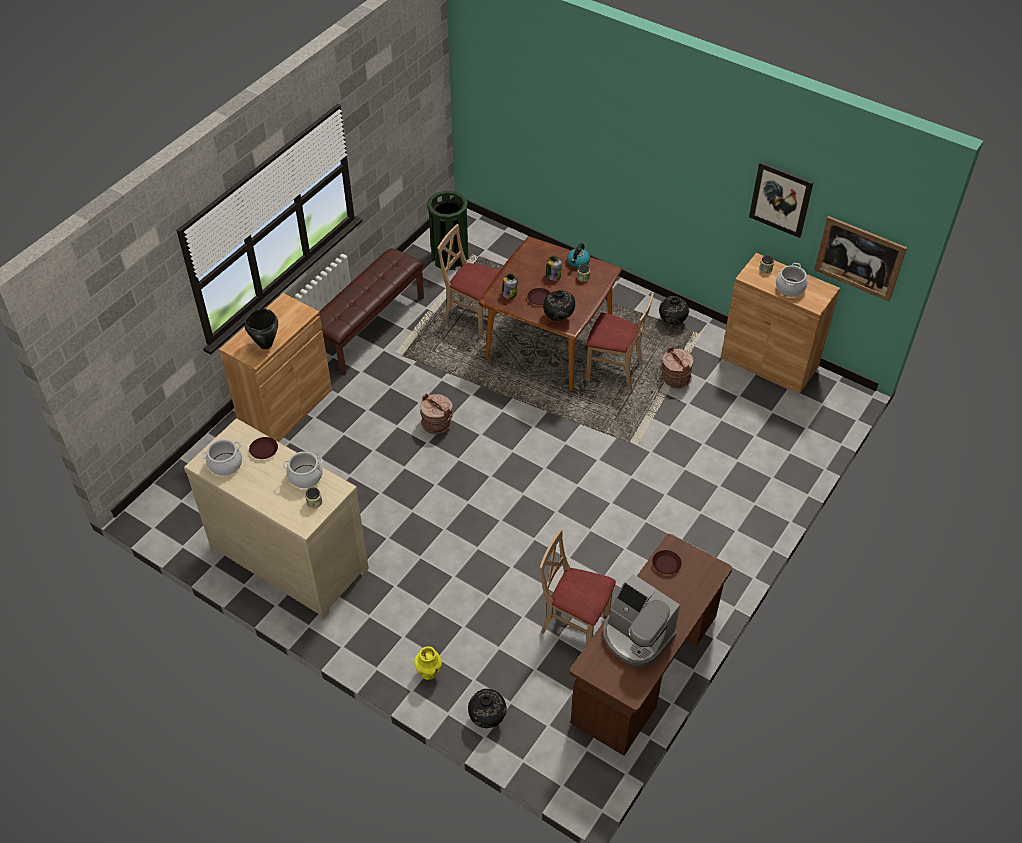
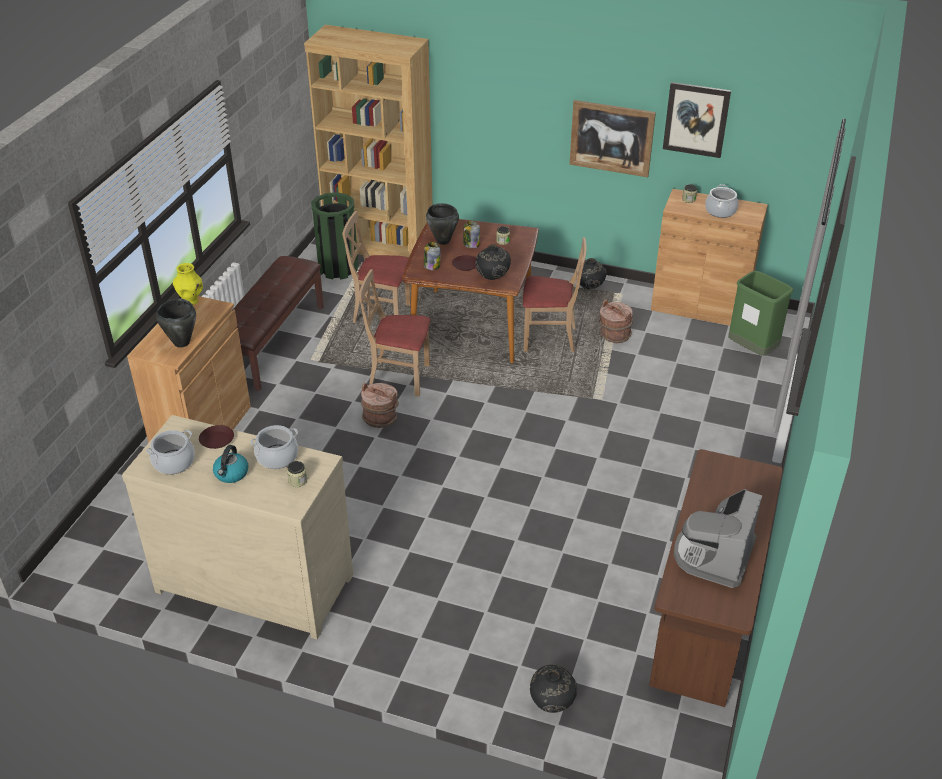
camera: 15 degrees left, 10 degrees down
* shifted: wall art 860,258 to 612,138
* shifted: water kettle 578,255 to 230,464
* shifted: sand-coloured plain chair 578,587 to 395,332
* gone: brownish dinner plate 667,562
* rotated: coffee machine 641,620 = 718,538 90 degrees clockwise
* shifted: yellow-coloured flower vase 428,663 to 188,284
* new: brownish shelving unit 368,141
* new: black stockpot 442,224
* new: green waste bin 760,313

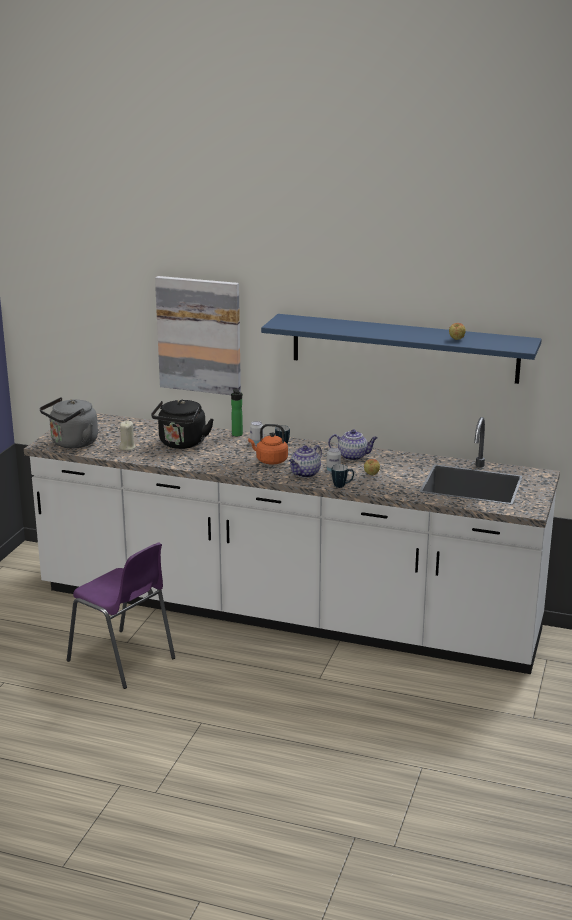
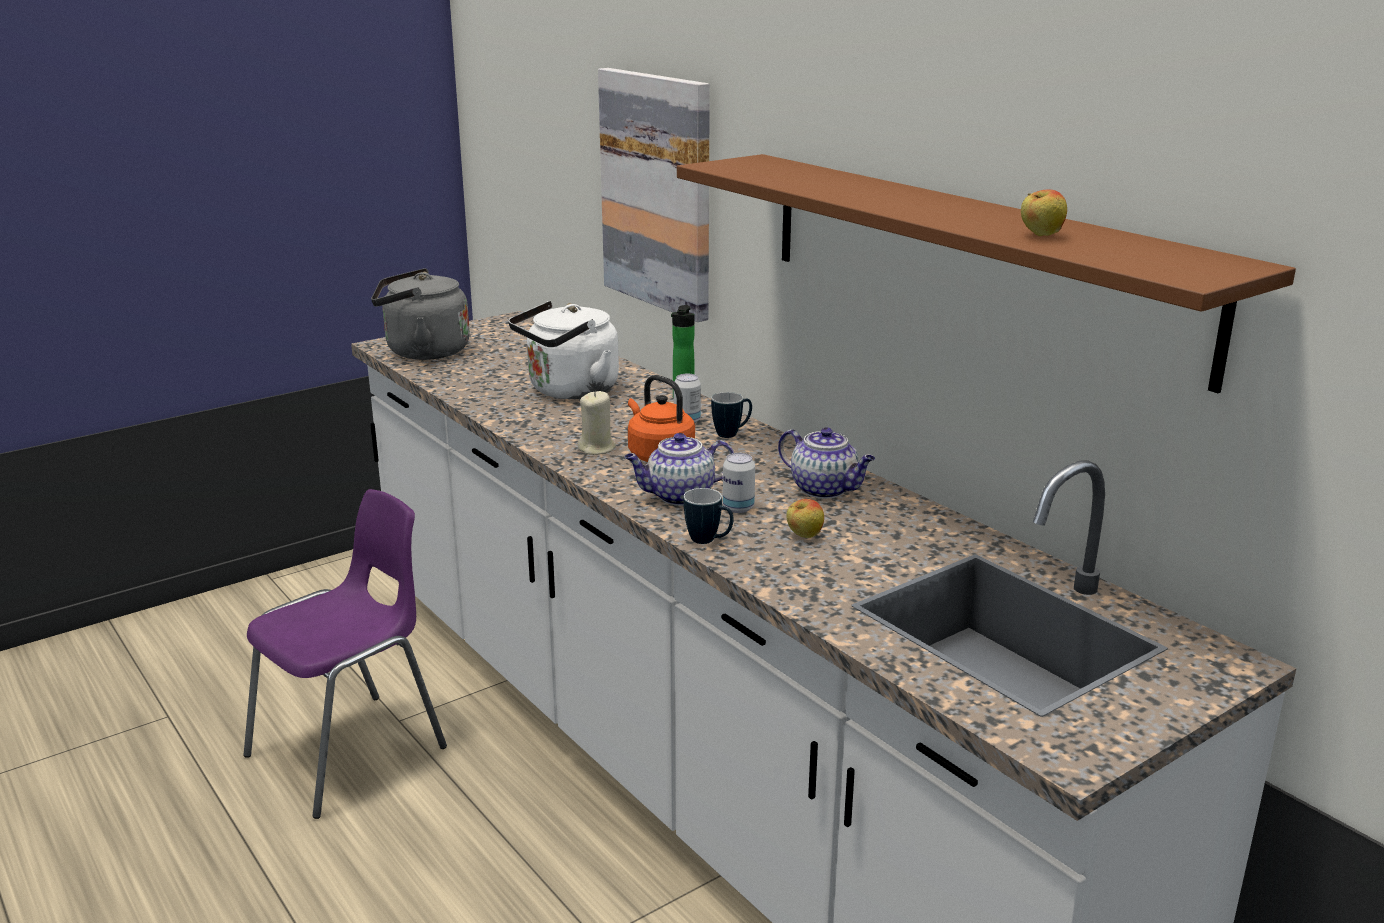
camera: 35 degrees right, 0 degrees up
* repainted: bluish shelf 401,349 to brownish shelf 986,273
* repainted: black water kettle 182,424 to whitish water kettle 563,350
* shifted: sand-coloured wax candle 127,436 to 597,423
* rotated: purple-coloured plain chair 121,616 = 345,654 120 degrees counterclockwise

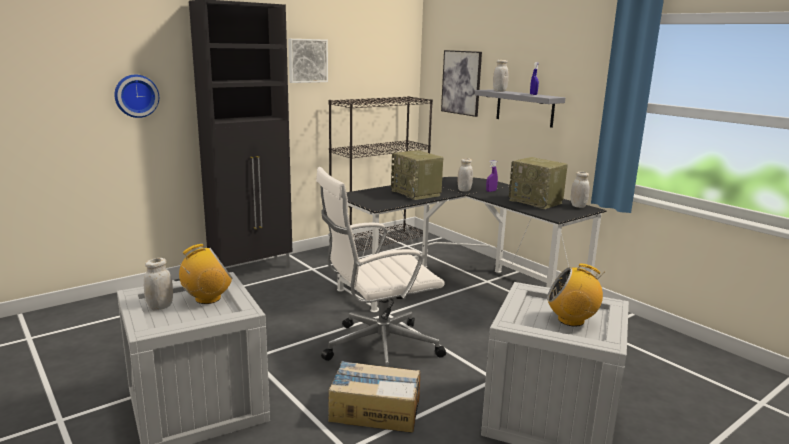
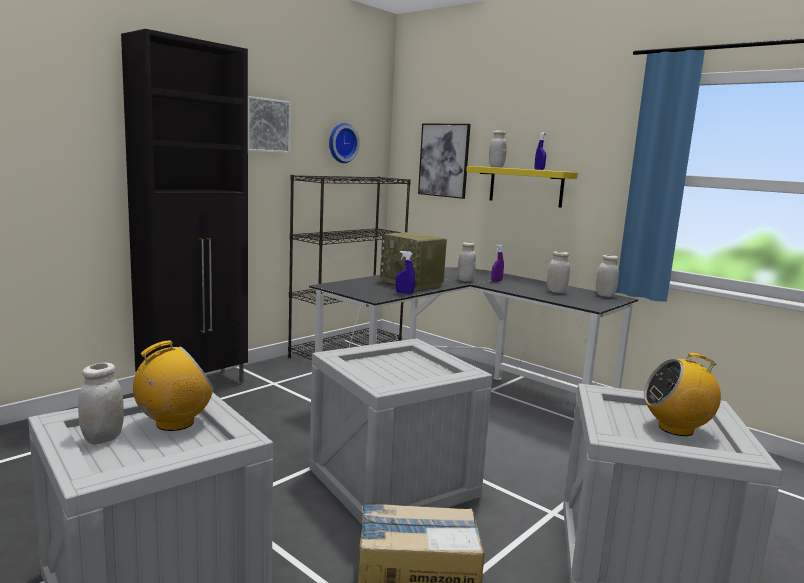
camera: 10 degrees left, 5 degrees down
* shifted: wall clock 136,96 to 344,143
* repainted: gray shelf 520,108 to yellow-coloured shelf 522,187
* swapped: radio 538,183 to whitish jar 558,272
* swapped: whitish desk chair 381,267 to packing crate 401,431
* new: bluish spray bottle 405,272

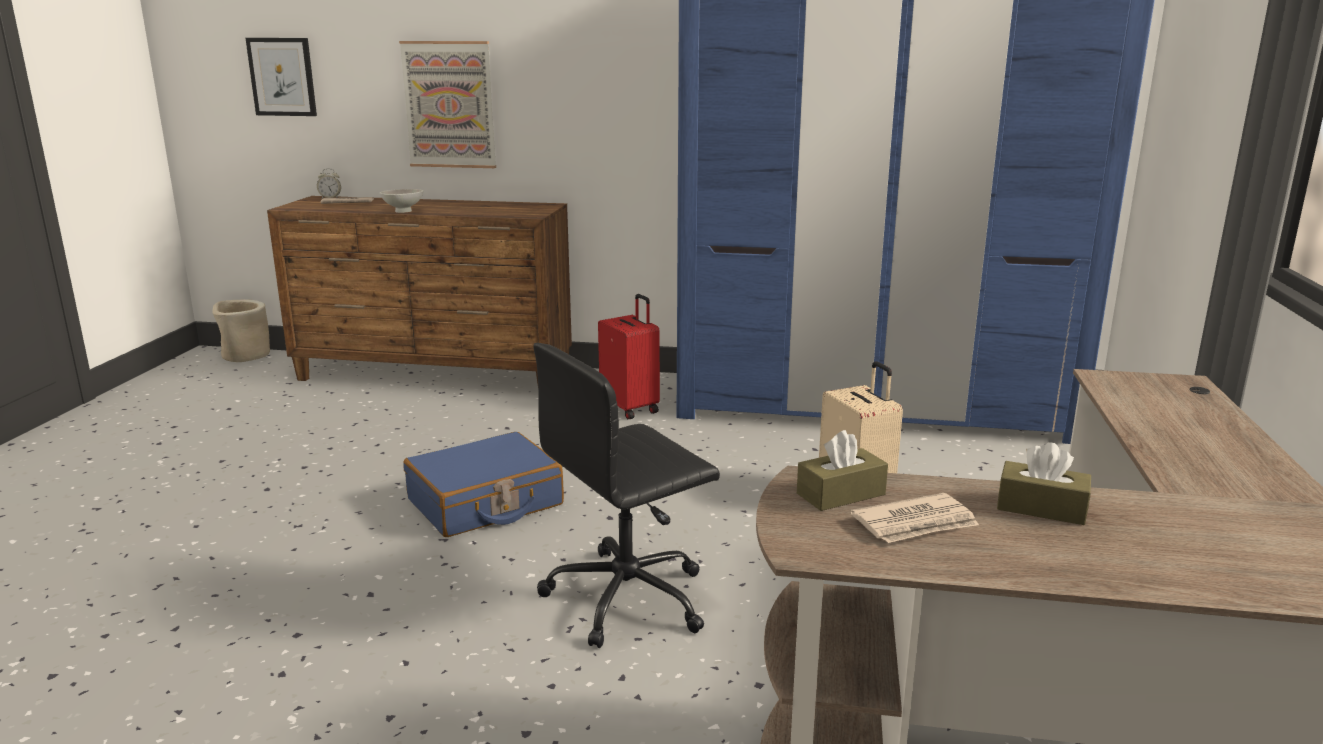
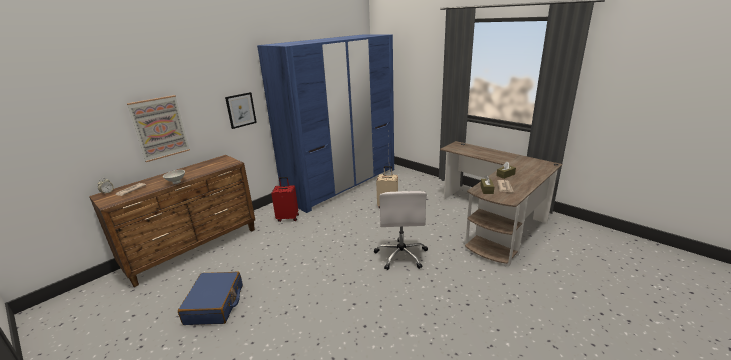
camera: 55 degrees left, 5 degrees up
* shifted: wall art 281,77 to 241,110
* gone: sand-coloured planter 241,330
* repainted: black desk chair 627,495 to whitish desk chair 401,230
* shifted: bluish travel case 483,484 to 210,298

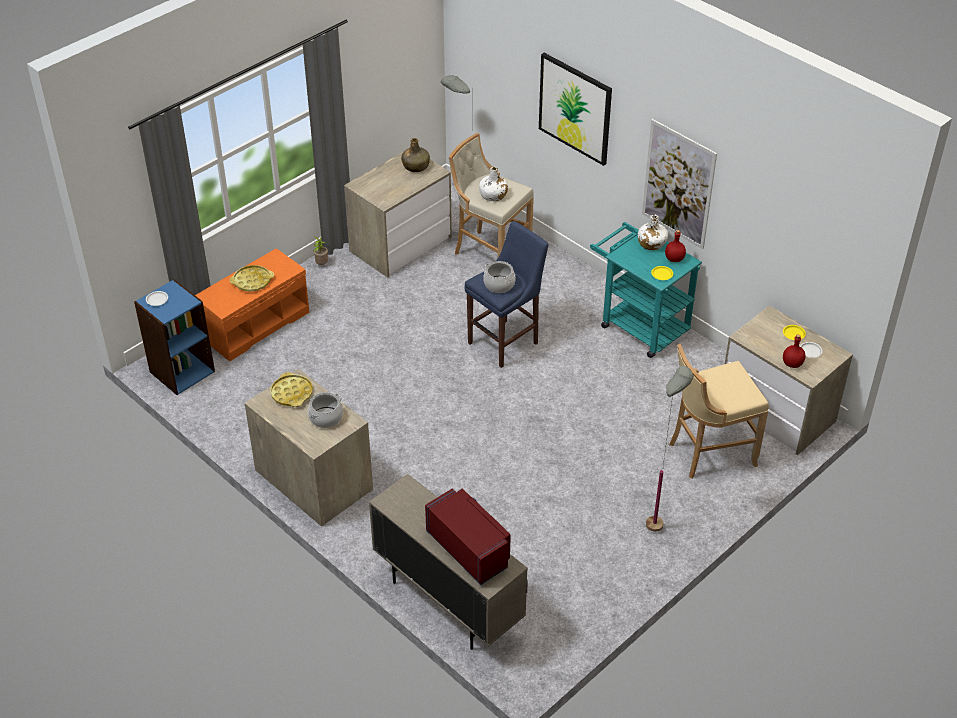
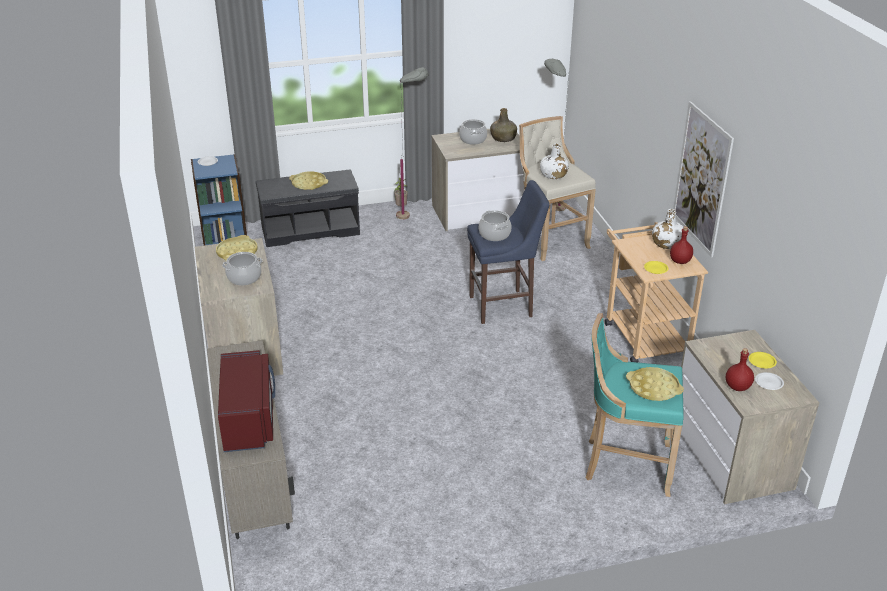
camera: 30 degrees right, 10 degrees down
* gone: wall art 575,109
* repainted: blue-green wheeled cart 646,290 to sand-coloured wheeled cart 656,292
* repainted: orangey bench 252,305 to gray bench 308,208
* repainted: sand-coloured stool seat 719,411 to blue-green stool seat 635,405
* shifted: gray floor lamp 669,448 to 412,143
* new: stockpot 473,132
* new: yellow-coloured tray 655,384

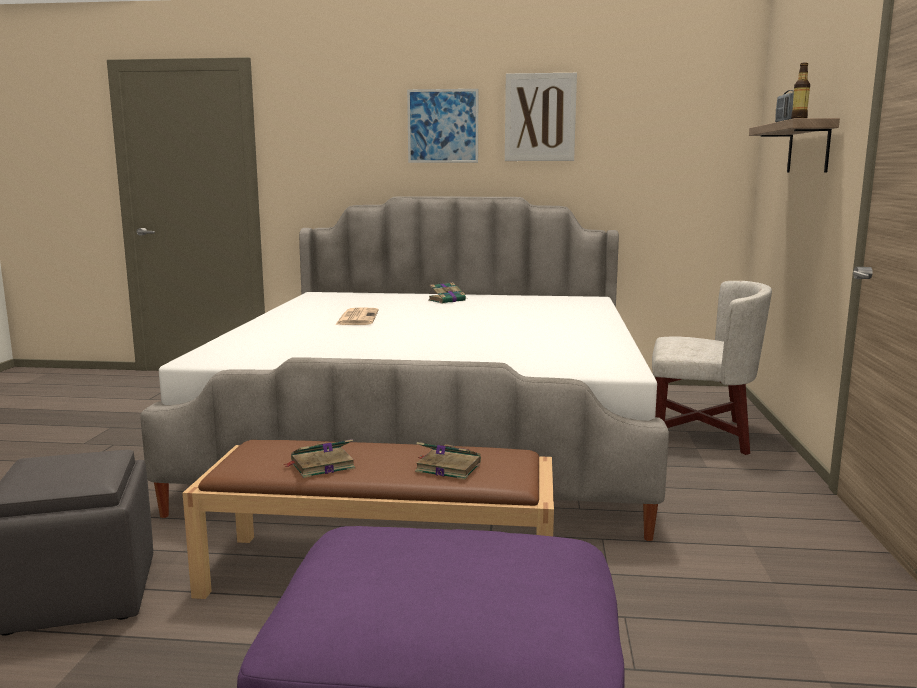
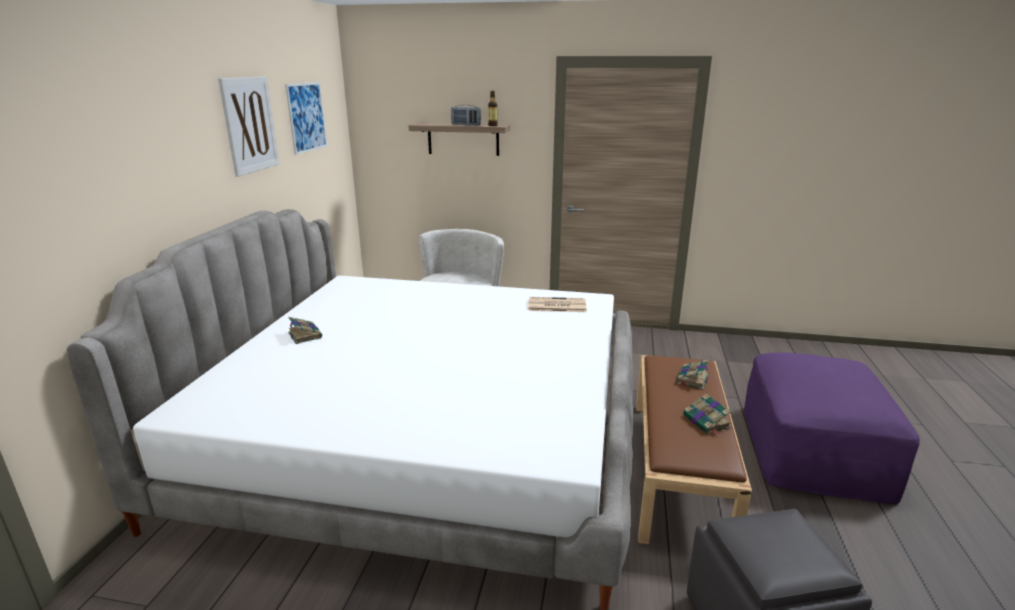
camera: 85 degrees left, 10 degrees up
* shifted: wall art 442,126 to 306,118
* shifted: printed paper 357,316 to 557,304

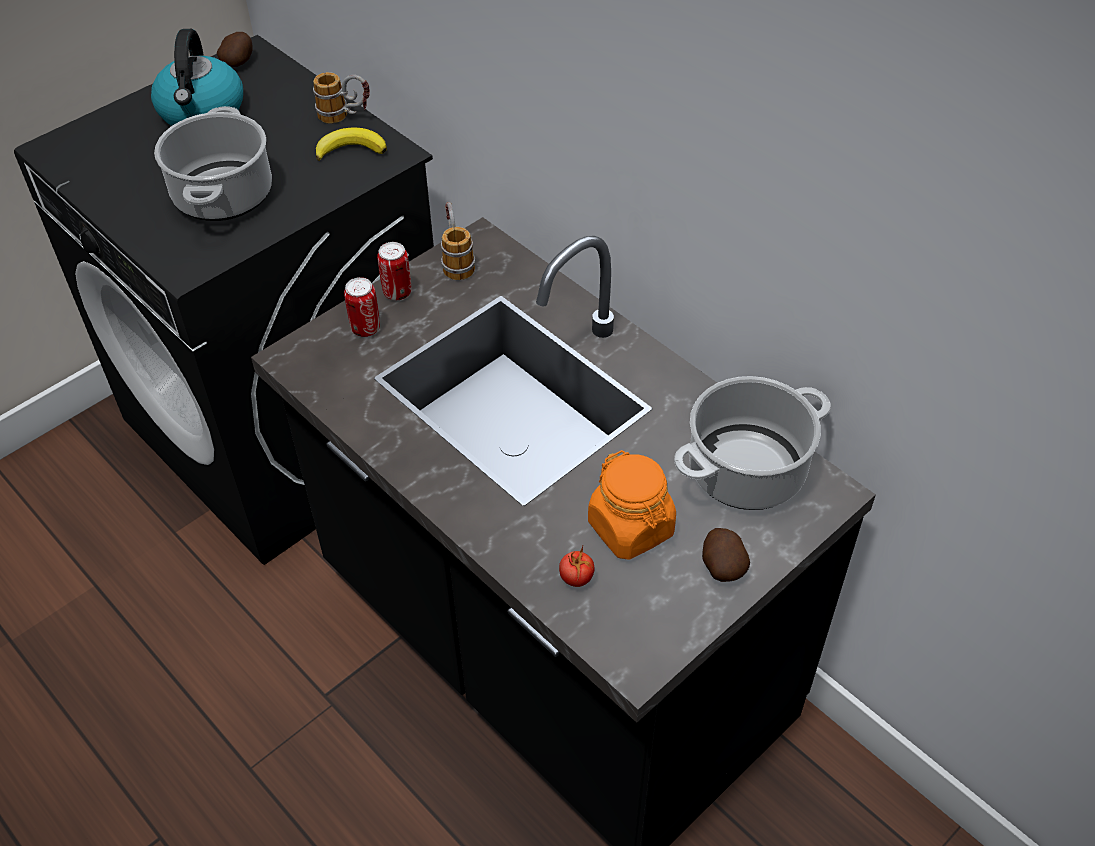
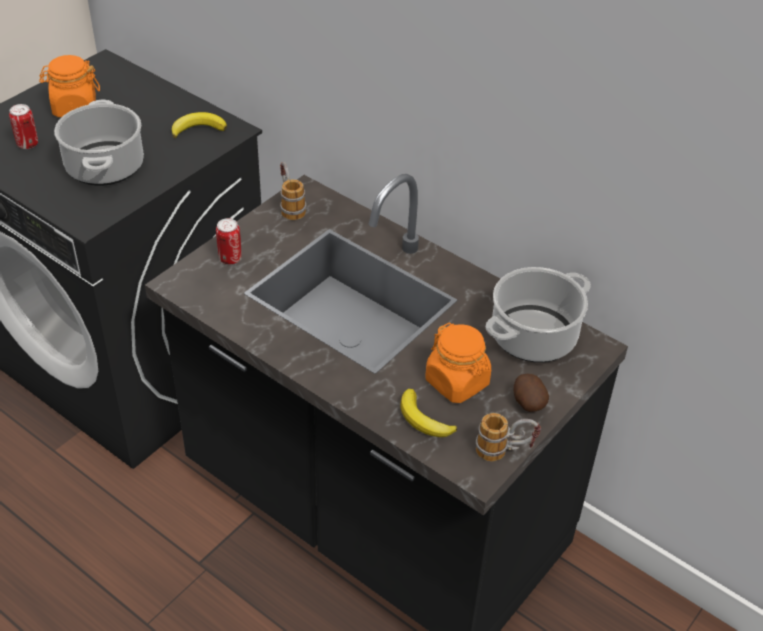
camera: 10 degrees left, 5 degrees down
* swapped: water kettle 197,77 to orangey jar 69,86
* gone: whole potato 235,49
* shifted: tea mug 341,98 to 508,437
* shifted: metal can 394,271 to 23,126
* swapped: tomato 576,566 to banana fruit 429,413

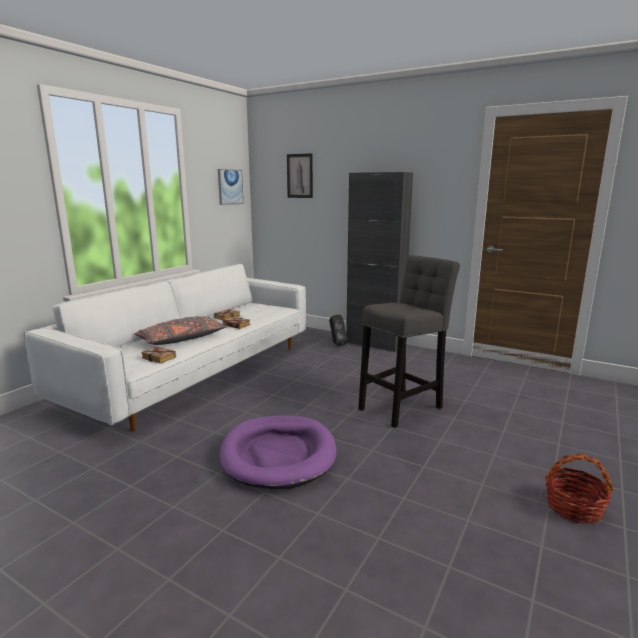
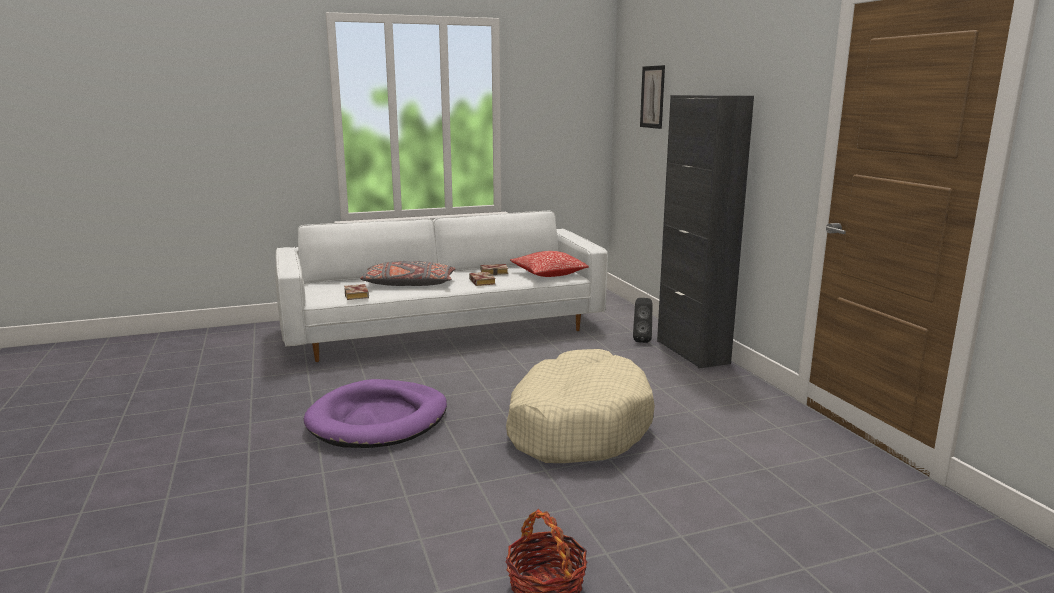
camera: 40 degrees right, 0 degrees up
* gone: wall art 231,187
* swapped: gray stool seat 409,341 to sand-coloured dog bed 580,406
* new: pillow 549,264

